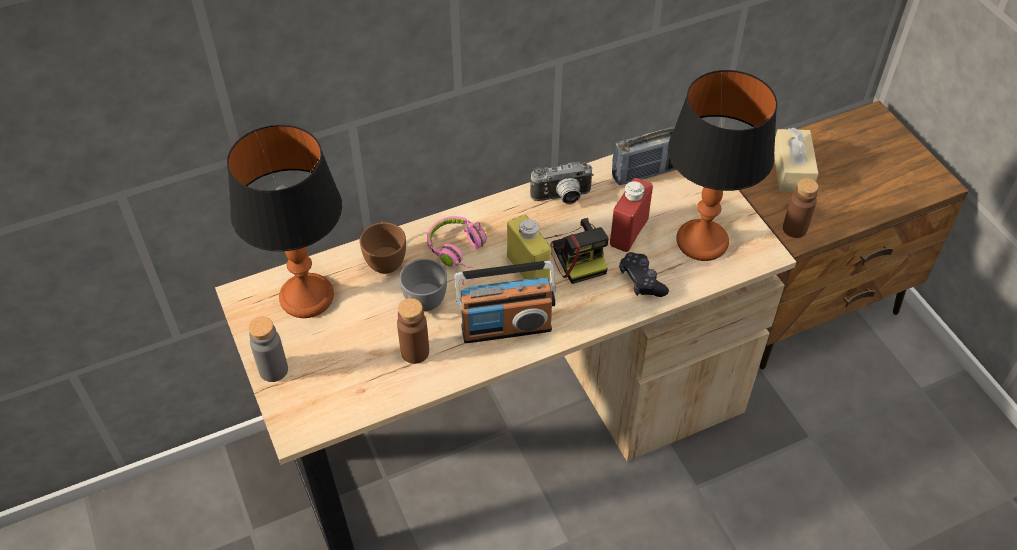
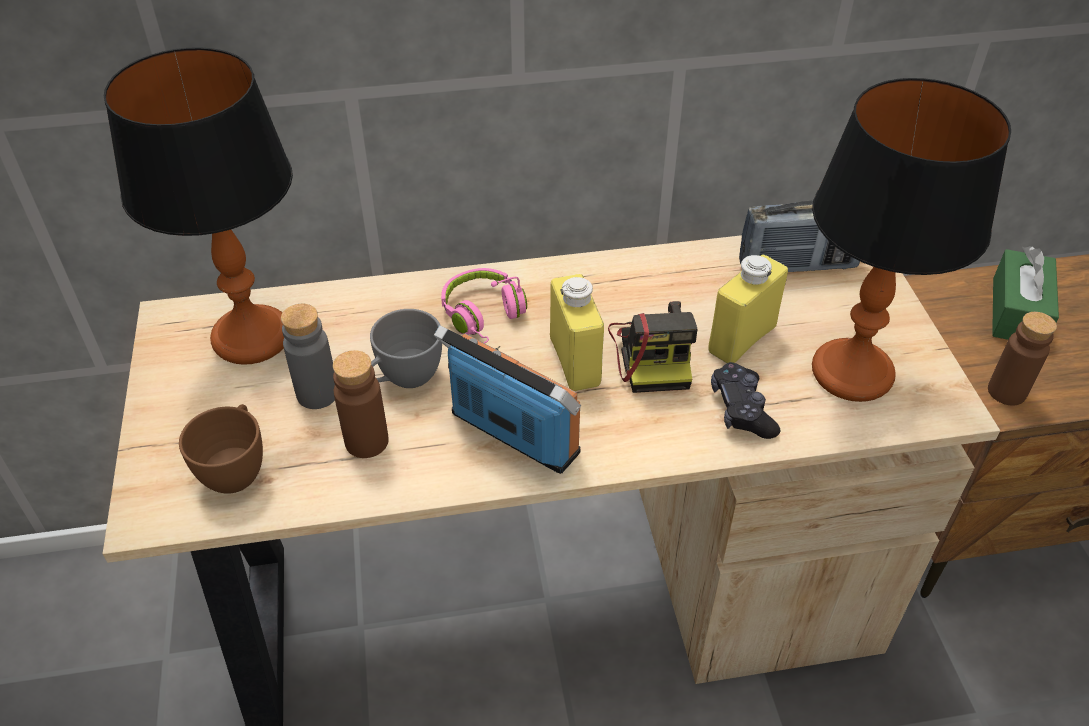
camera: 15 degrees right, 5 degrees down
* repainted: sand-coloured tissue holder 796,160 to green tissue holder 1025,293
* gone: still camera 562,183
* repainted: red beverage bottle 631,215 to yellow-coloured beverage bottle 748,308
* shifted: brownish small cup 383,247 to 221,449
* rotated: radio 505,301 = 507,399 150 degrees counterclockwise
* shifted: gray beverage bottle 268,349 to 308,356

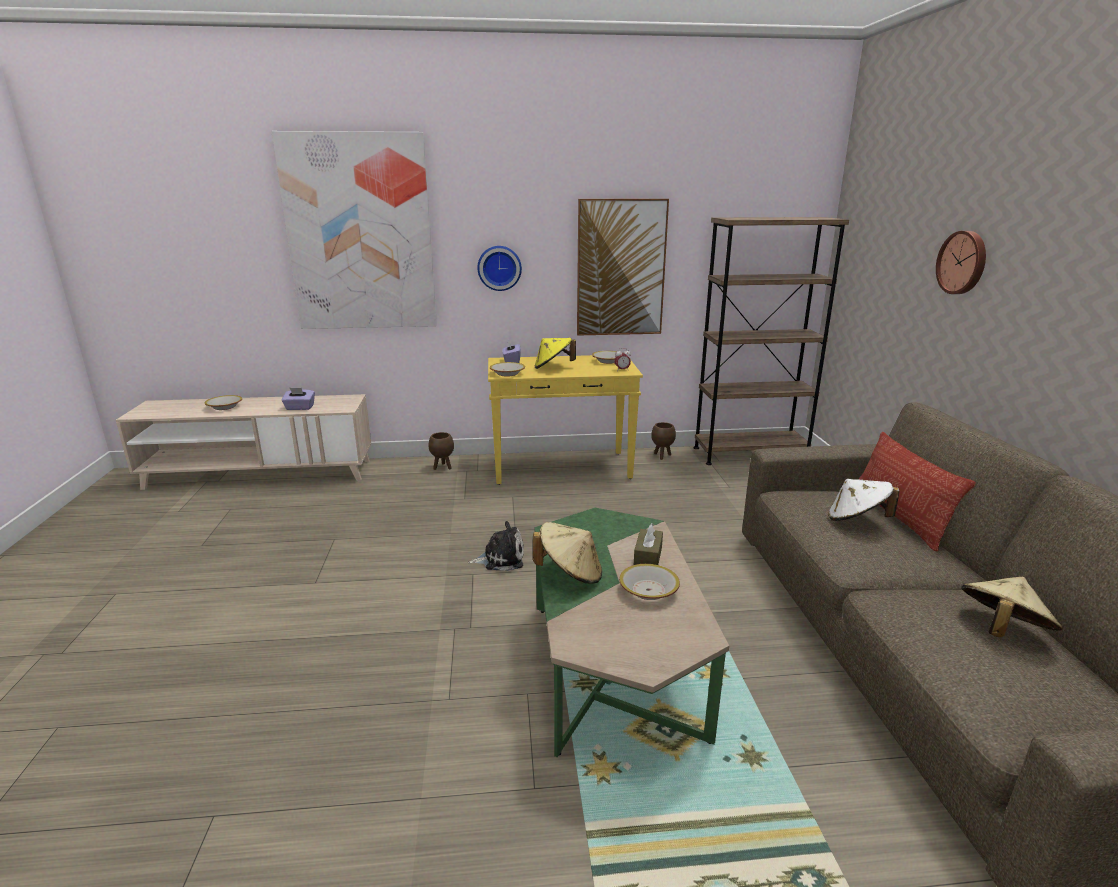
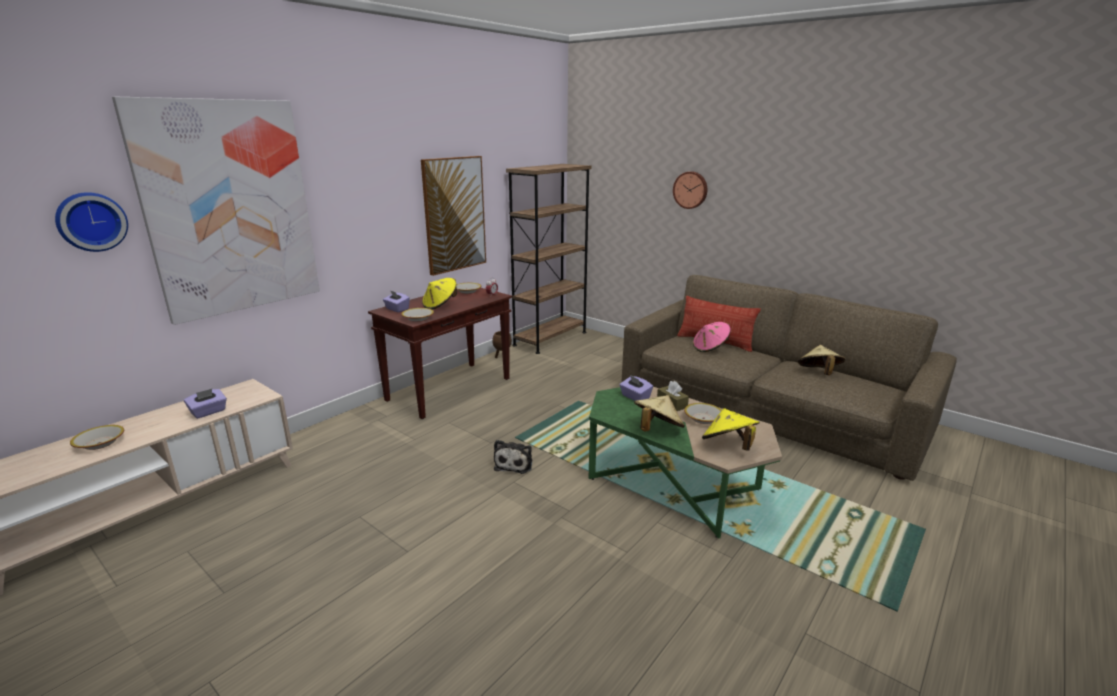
camera: 45 degrees left, 0 degrees up
* shifted: wall clock 499,268 to 91,222
* repainted: yellow-coloured console table 565,420 to brownish console table 440,353
* gone: brownish planter 441,451
* repainted: whitish hat 864,500 to pinkish hat 712,337
* rotated: cuddly toy 496,546 = 513,457 150 degrees clockwise
* new: purple-coloured tissue holder 636,388
* new: yellow-coloured hat 731,429

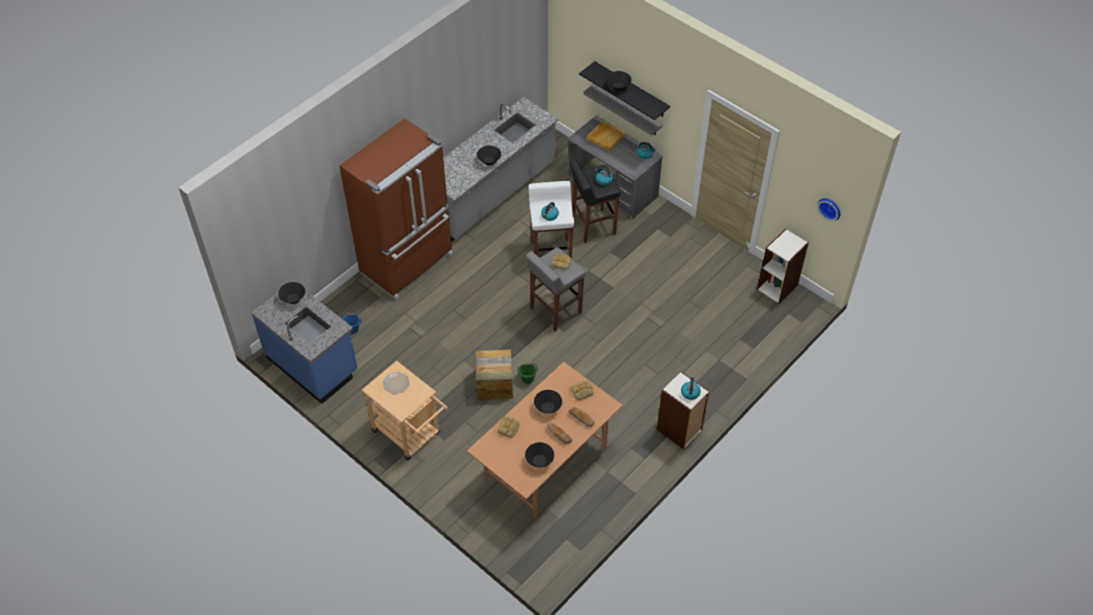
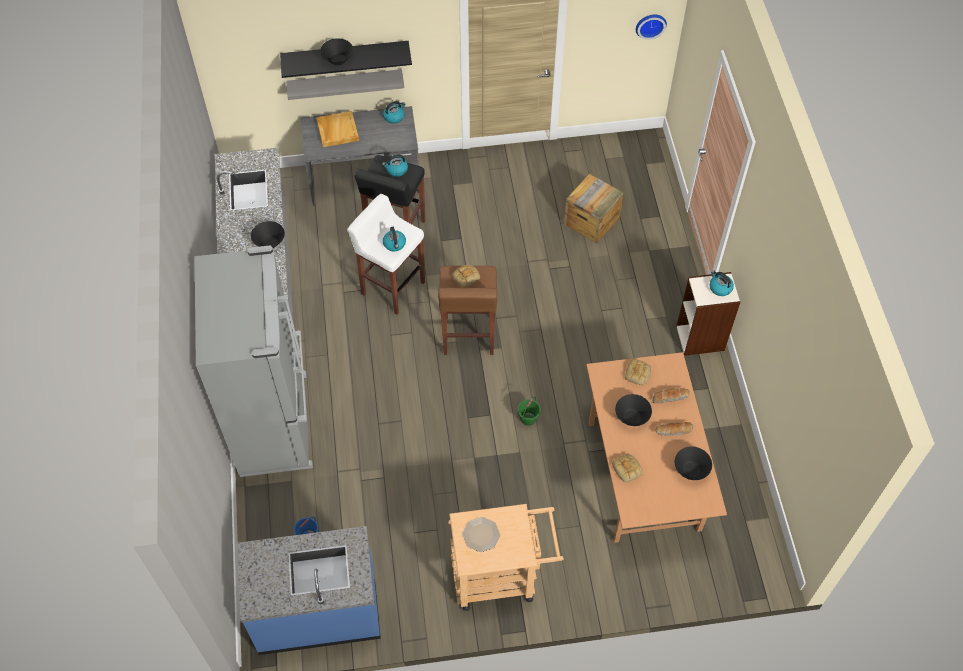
camera: 50 degrees left, 5 degrees up
* repainted: brownish kitchen fridge 396,209 to gray kitchen fridge 253,361
* gone: shelving unit 783,266
* repainted: gray stool seat 555,289 to brownish stool seat 467,310
* gone: black bowl 291,293
* shifted: packing crate 494,374 to 593,208

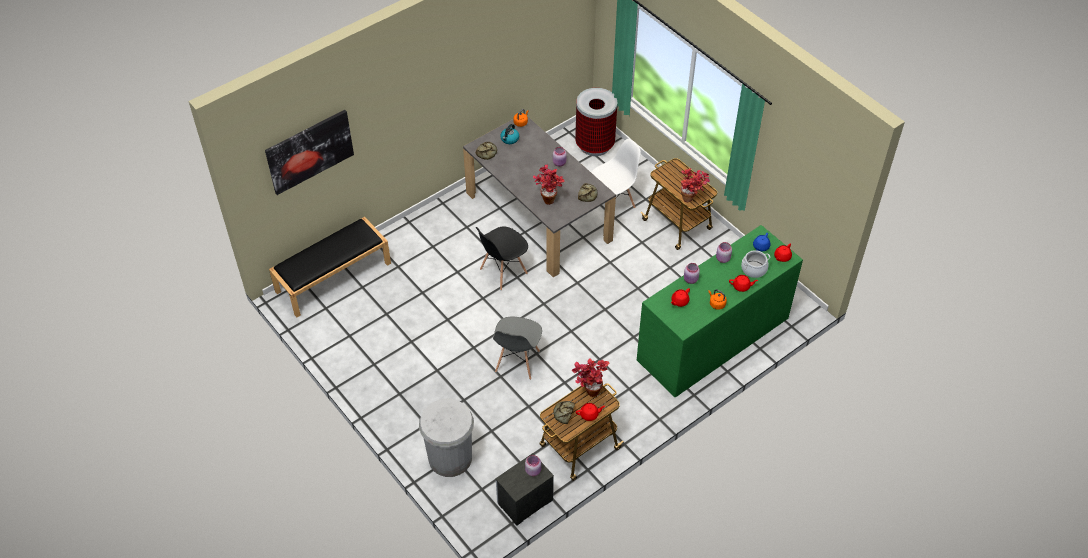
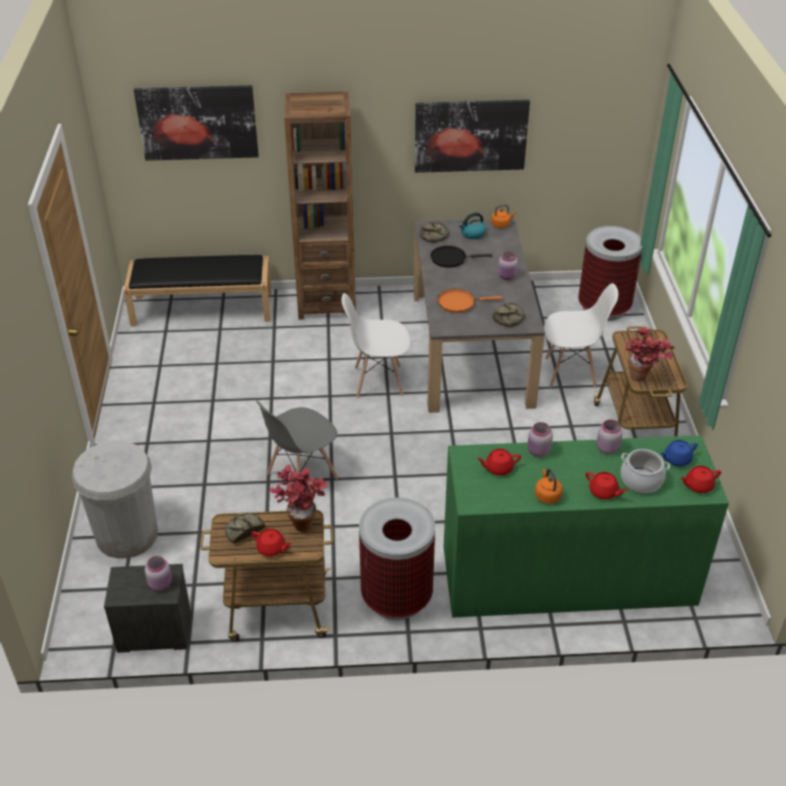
camera: 35 degrees right, 10 degrees down
* swapped: houseplant 548,185 to orangey pan 469,301
* repainted: black plain chair 502,258 to whitish plain chair 376,345
* new: brownish shelving unit 320,206
* new: wall art 472,136
* new: black pan 461,257
* new: waste bin 397,559

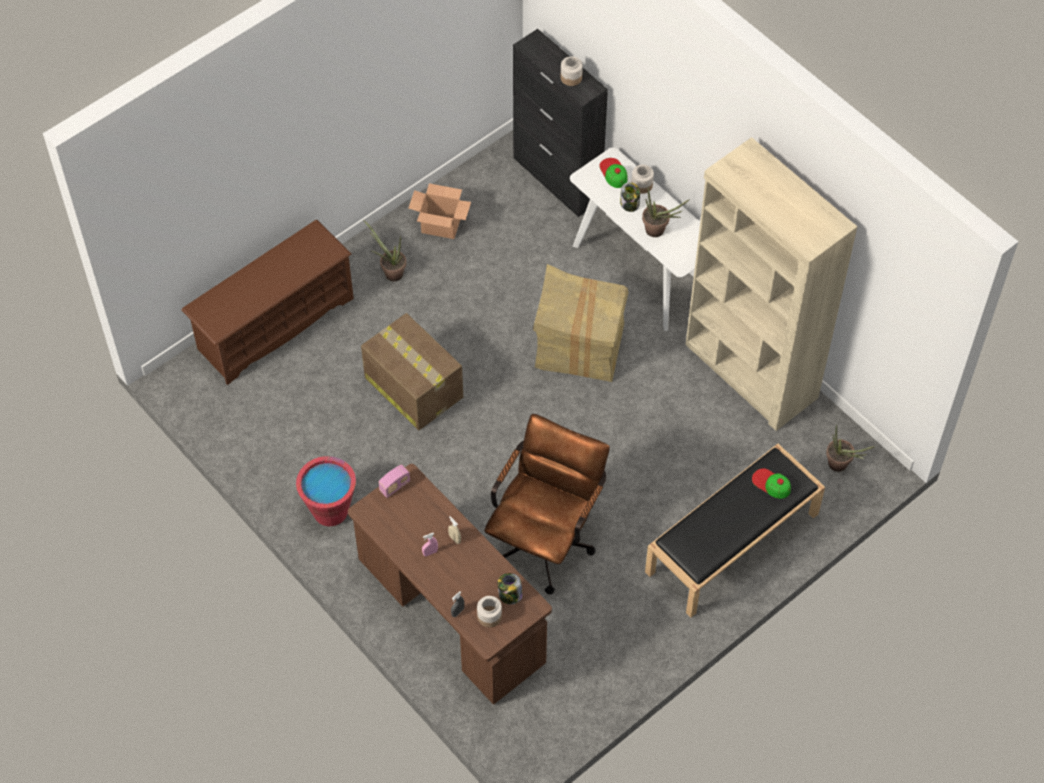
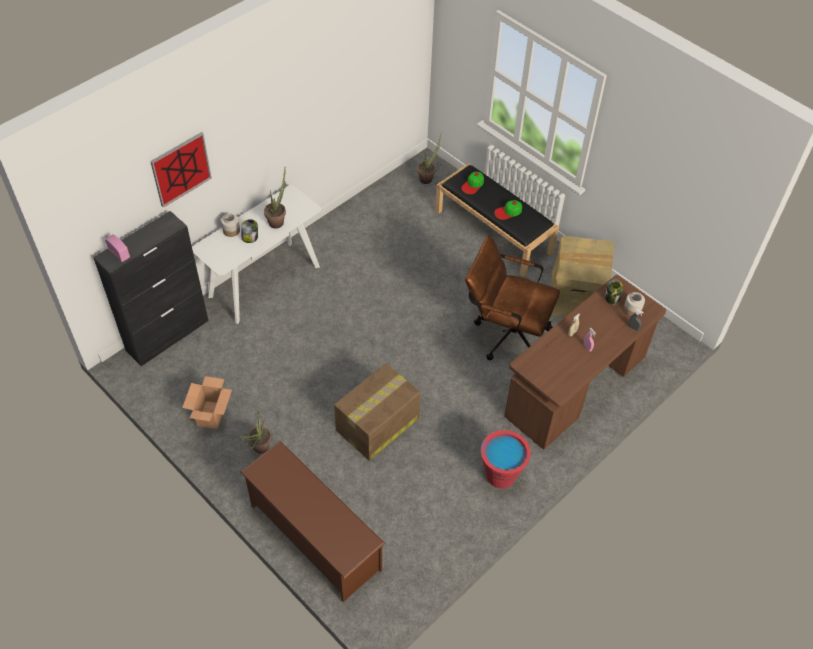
camera: 95 degrees left, 5 degrees down
* gone: jar 572,71
* gone: sand-coloured shelving unit 772,284
* shifted: peaked cap 613,173 to 508,210
* shifted: carton 580,323 to 583,276
* shifted: radio 394,481 to 117,248
* new: wall art 181,169

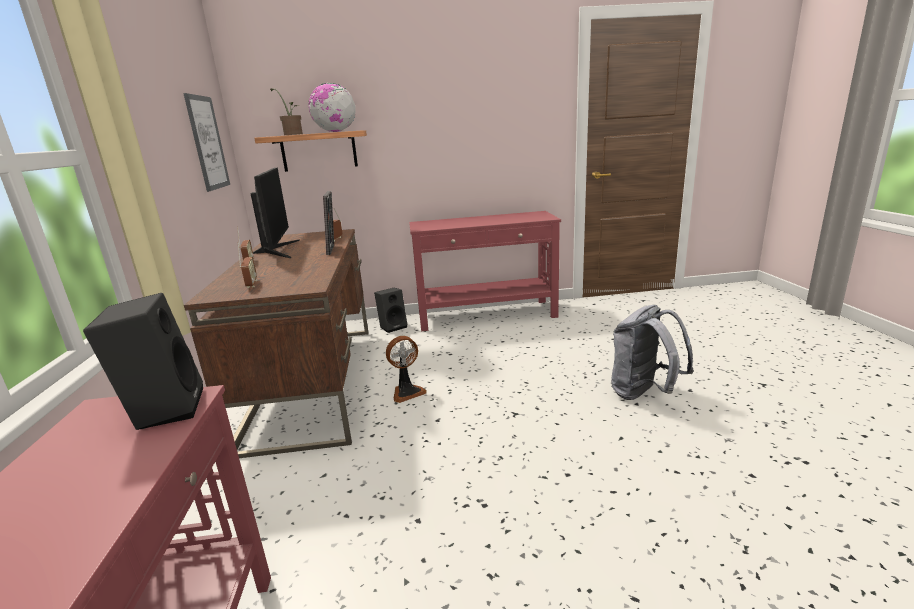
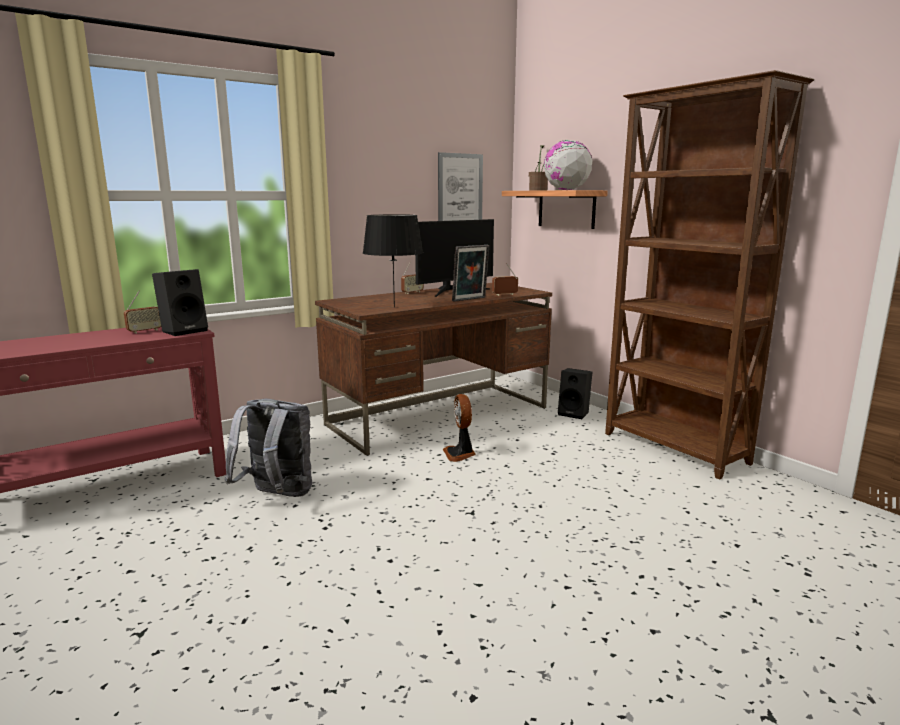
camera: 60 degrees right, 5 degrees down
* swapped: red console table 485,271 to brownish shelving unit 710,275
* shifted: radio 247,265 to 142,312
* shifted: gray backpack 652,352 to 268,448
* rotated: electric fan 406,369 = 459,428 45 degrees clockwise
* new: black tabletop lamp 393,260

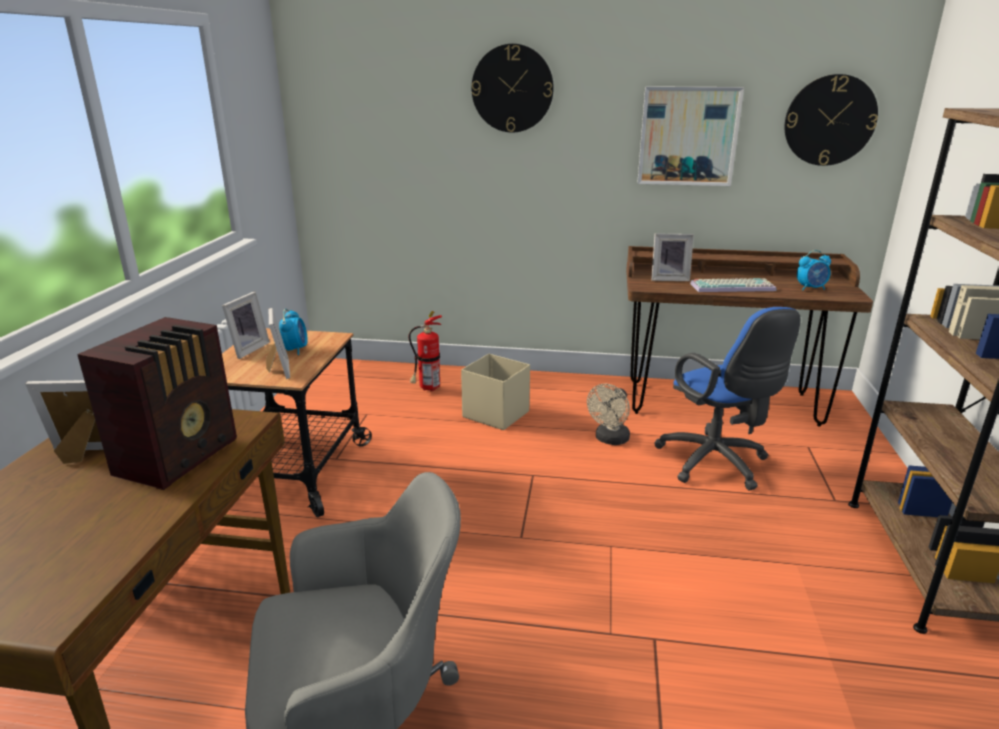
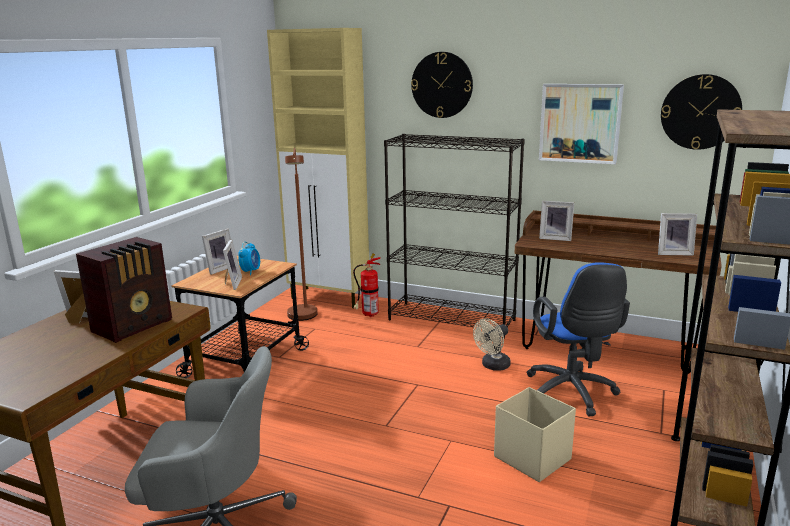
camera: 15 degrees right, 5 degrees down
* swapped: alarm clock 814,270 to photo frame 677,234
* gone: keyboard 733,285
* shifted: sand-coloured storage container 495,392 to 535,434
* new: sand-coloured cupboard 318,168
* new: black shelving unit 454,236
* new: brownish floor lamp 301,234

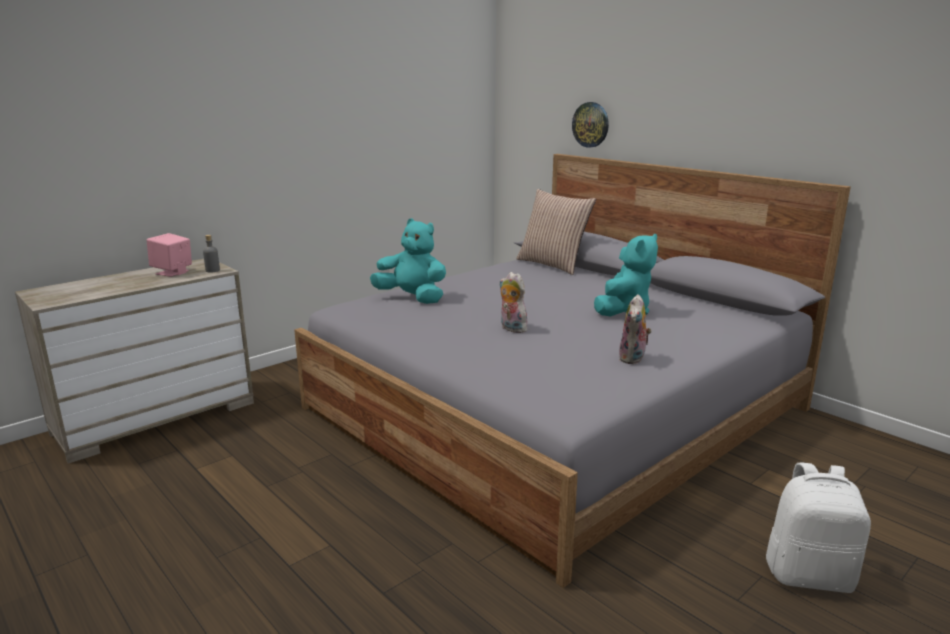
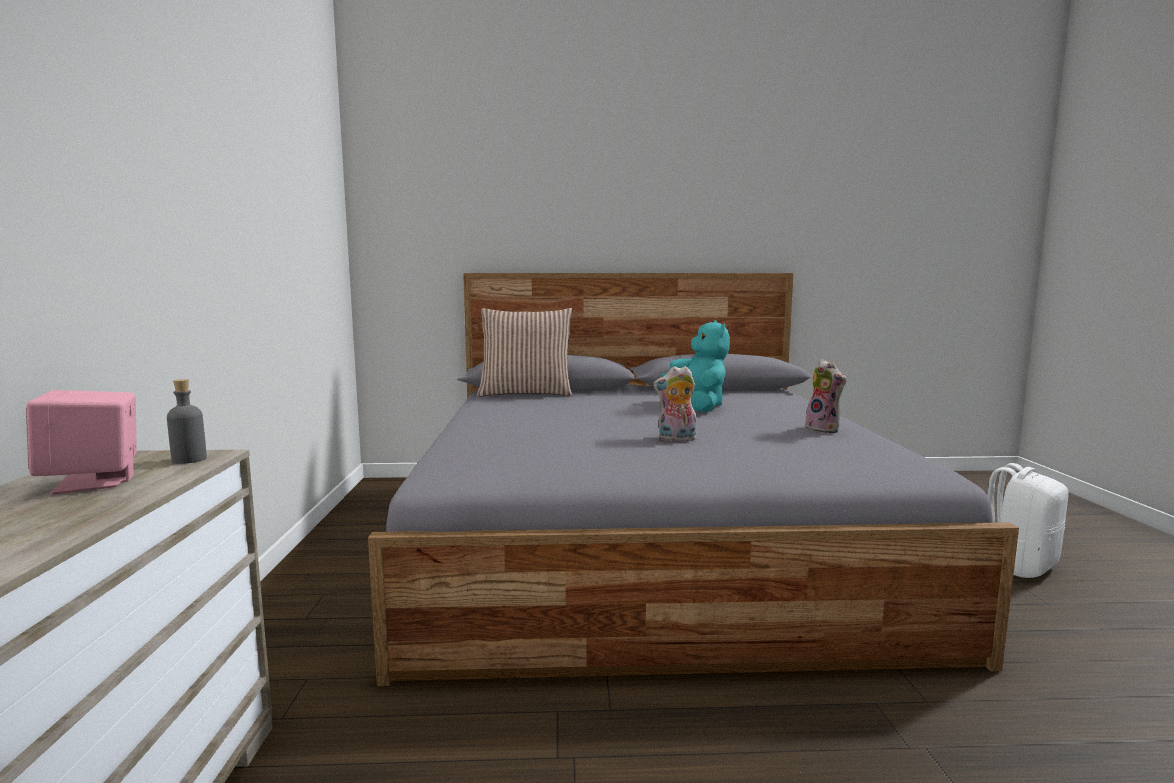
camera: 50 degrees left, 10 degrees down
* gone: wall clock 590,125
* gone: blue-green cuddly toy 408,261

